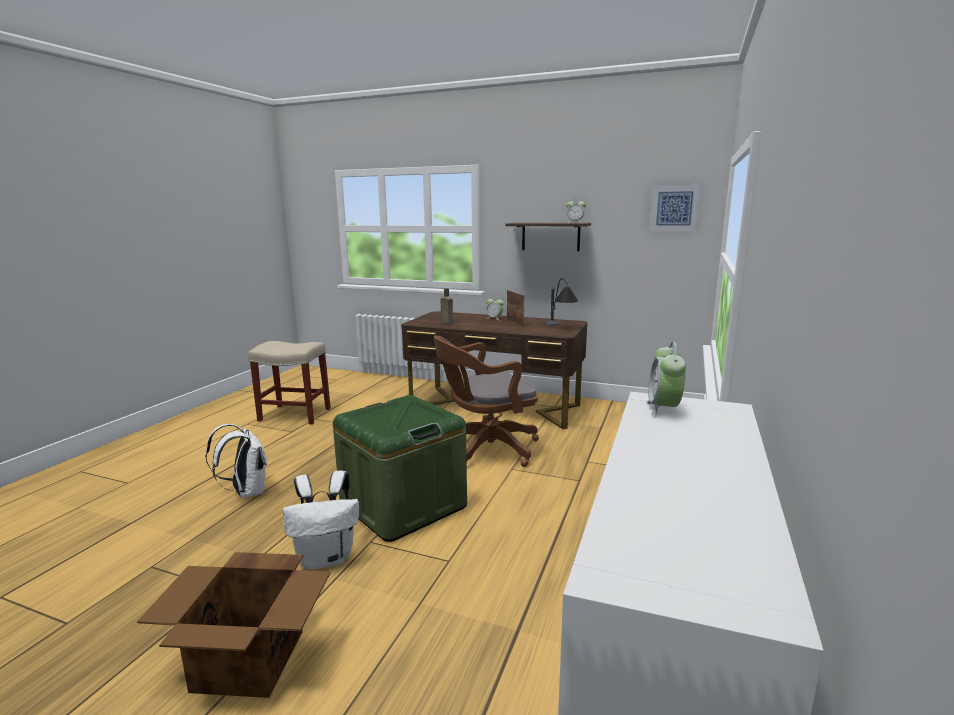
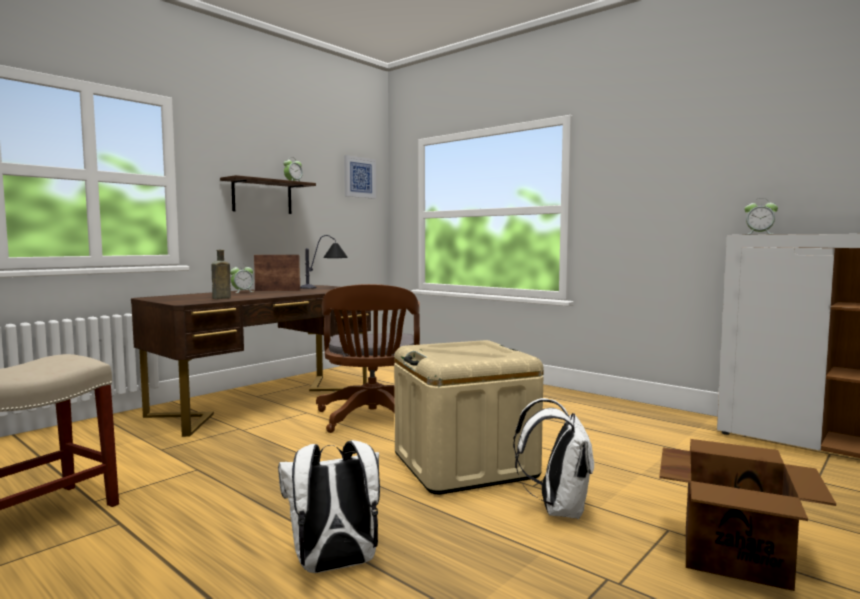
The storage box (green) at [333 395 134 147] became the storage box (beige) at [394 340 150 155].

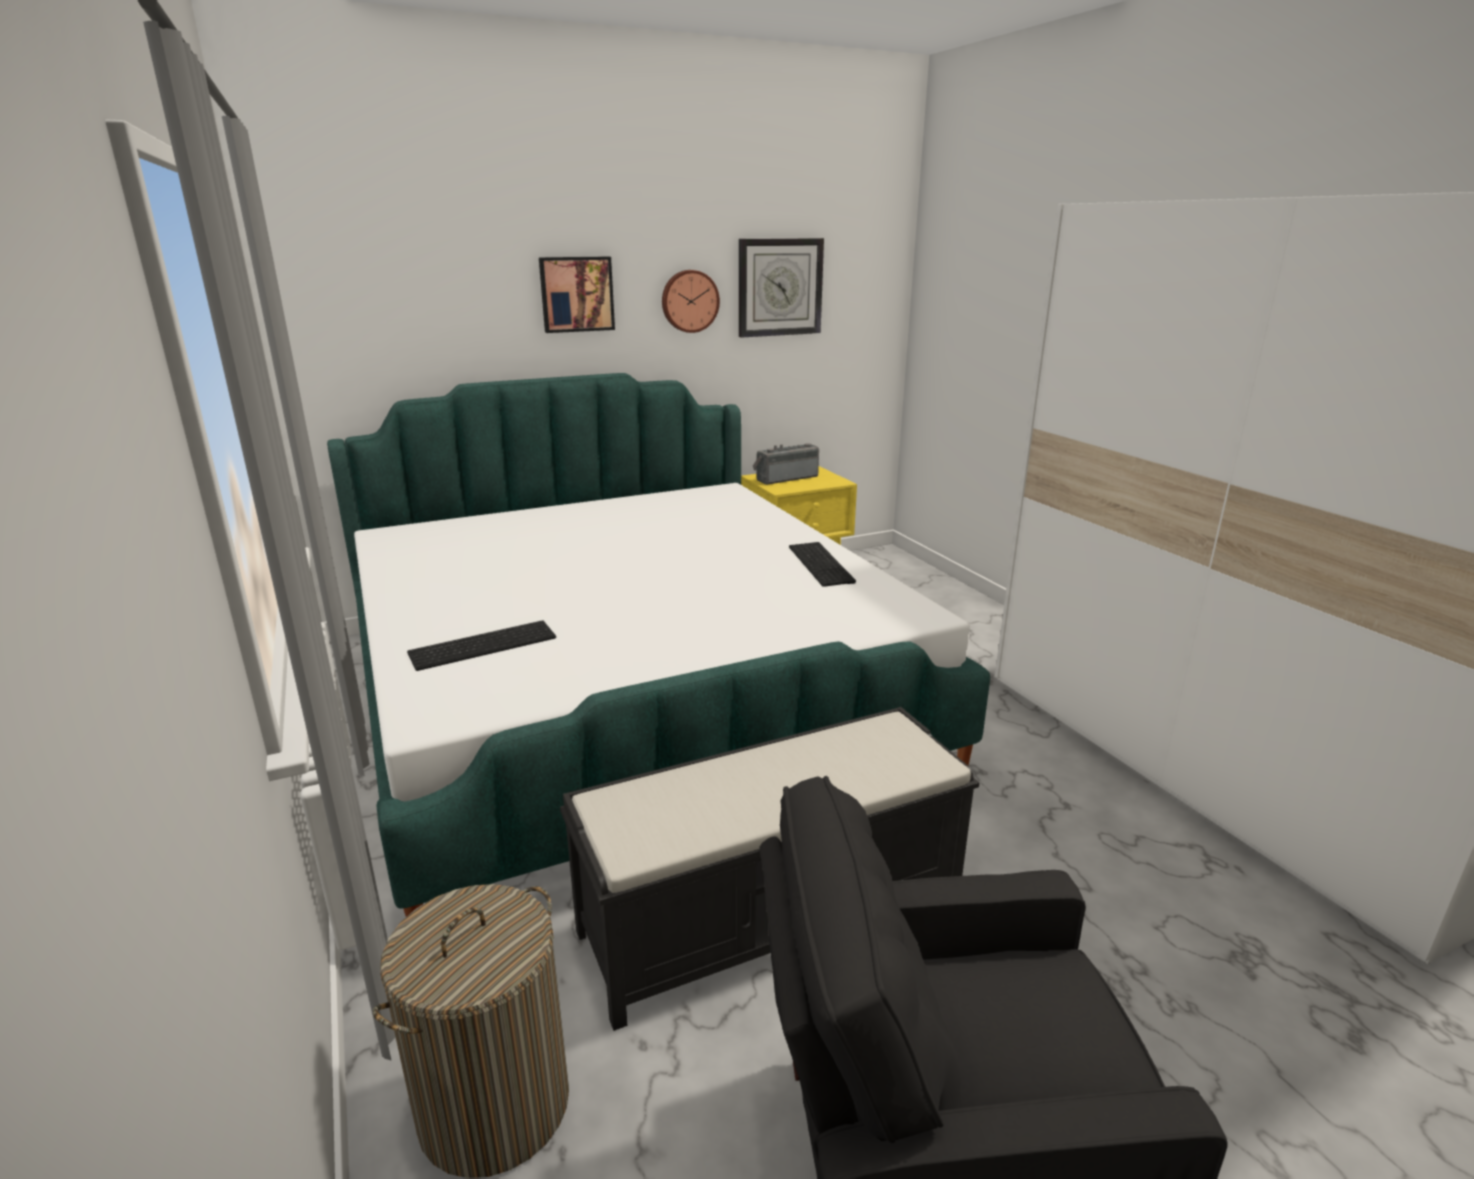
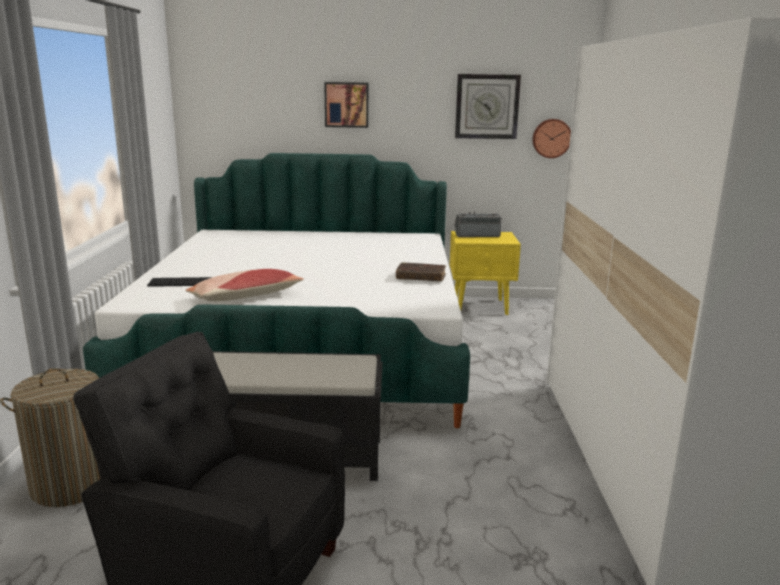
The pillow at [185 269 119 32] appeared.
The keyboard at [789 542 67 45] was replaced by the book (brown) at [396 262 50 19].
The wall clock moved from [662 270 58 63] to [532 119 39 39].

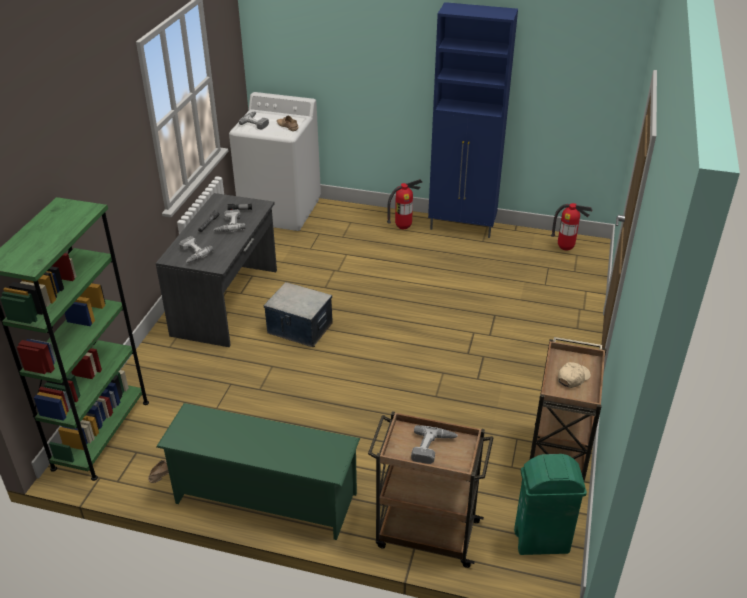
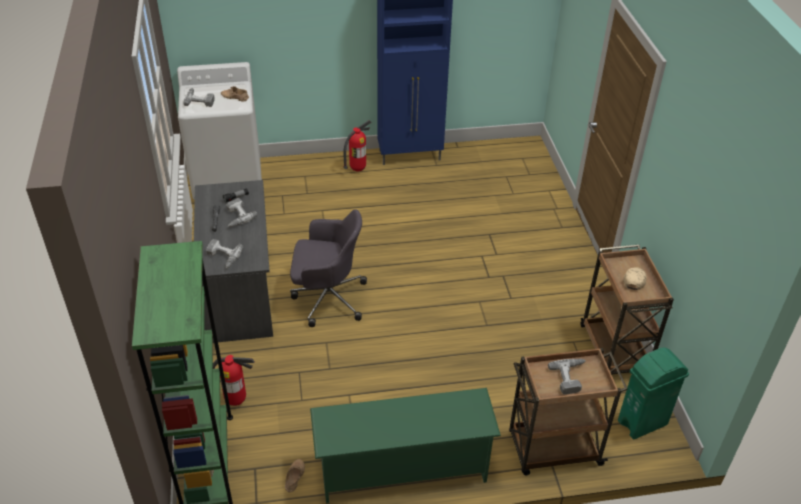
The fire extinguisher moved from [551 203 42 47] to [213 355 42 51].
The storage box at [264 282 69 65] was replaced by the office chair (grey) at [290 209 77 118].

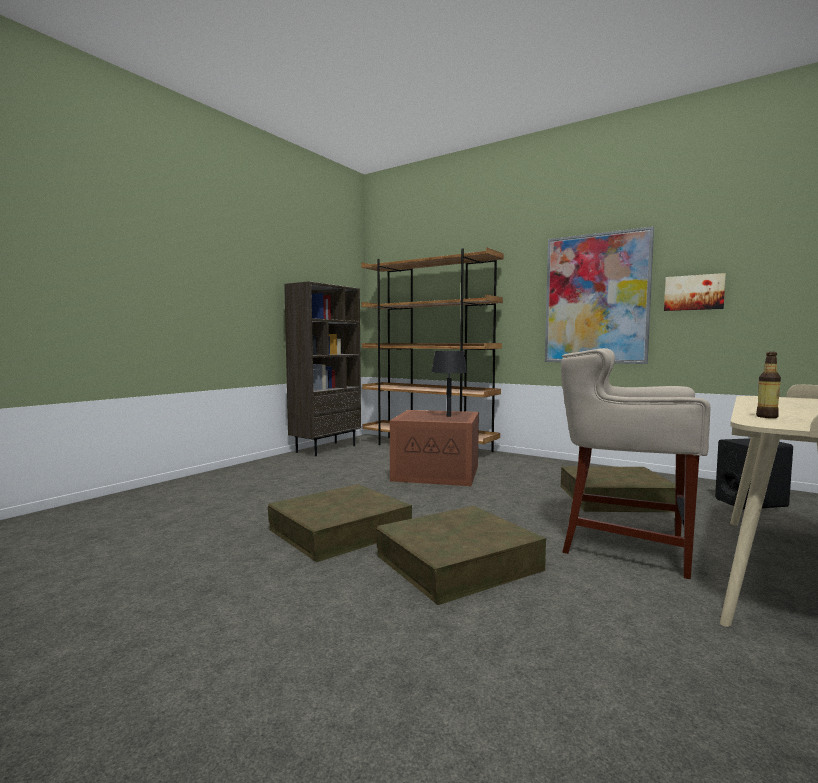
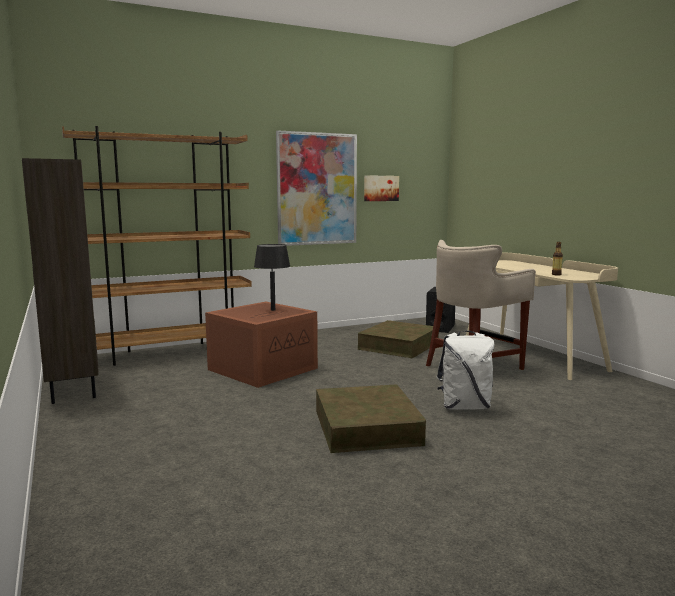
The storage box (brown) at [376 506 170 99] was replaced by the backpack (white) at [436 330 58 80].

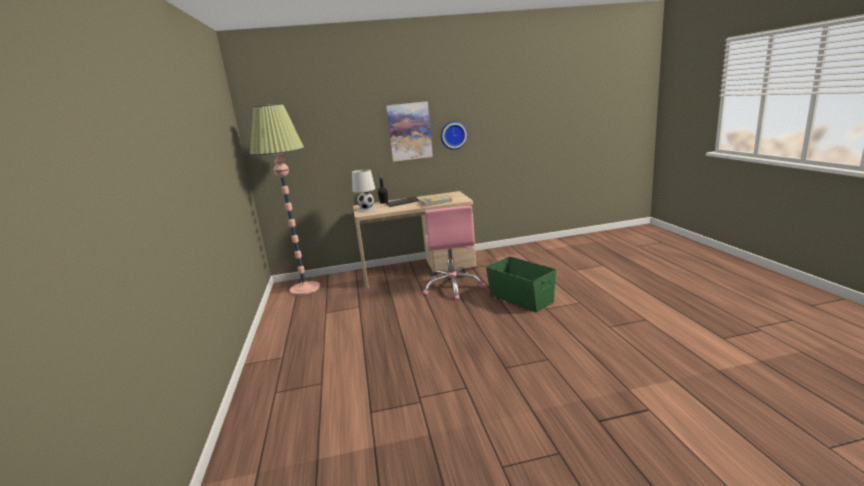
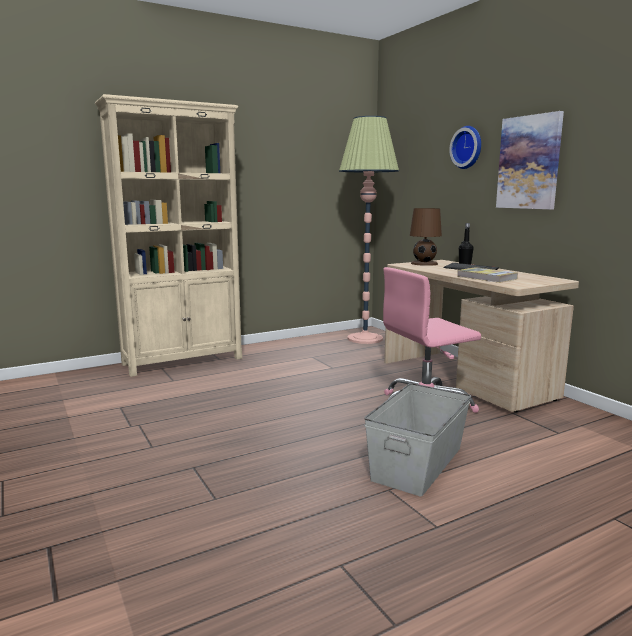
The bookcase (beige) at [95 94 147 283] appeared.
The storage box (green) at [486 256 70 56] became the storage box (grey) at [364 383 107 114].
The table lamp (white) at [352 169 24 43] became the table lamp (brown) at [410 208 32 58].
The wall clock moved from [441 121 26 29] to [449 126 32 43].

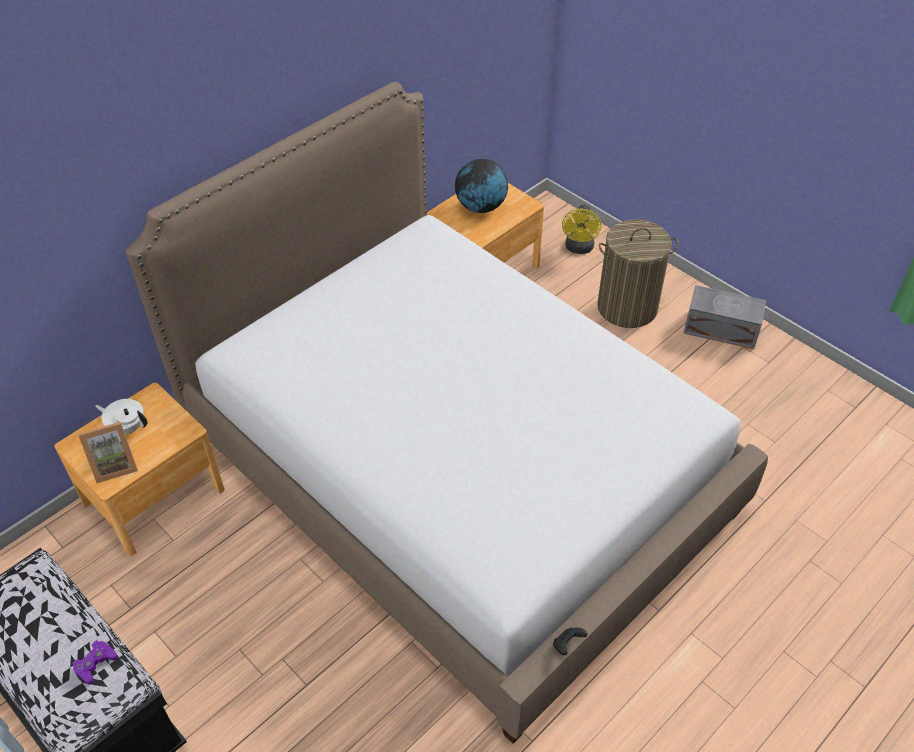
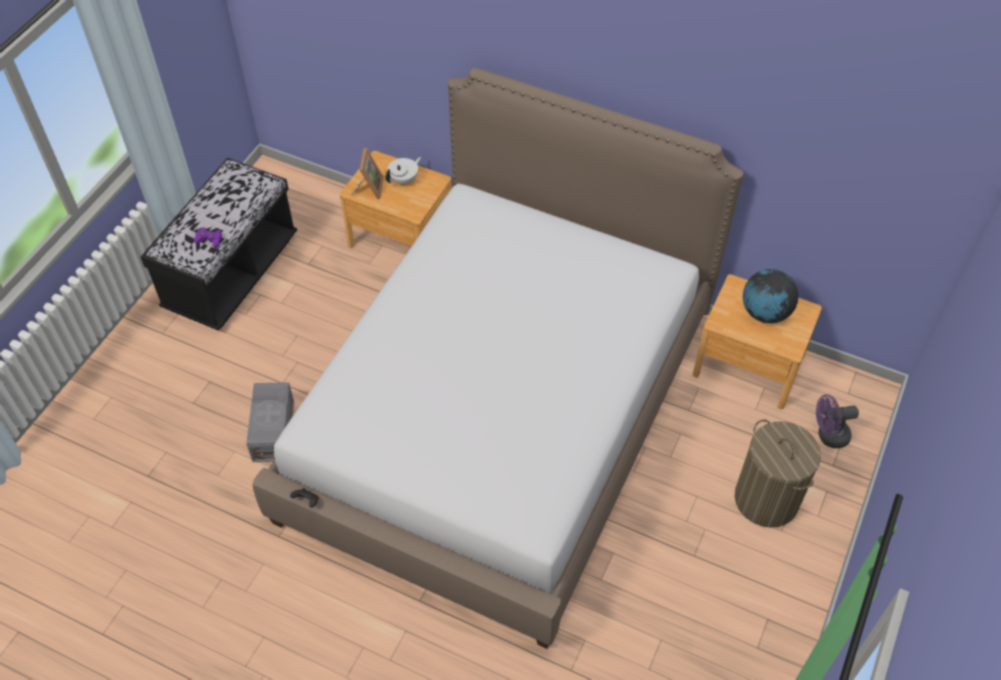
The storage box (grey) moved from [684 285 82 64] to [246 382 48 80].
The picture frame at [78 422 60 61] turned 135 degrees counterclockwise.
The teapot (white) at [95 399 53 35] turned 45 degrees clockwise.
The fan (yellow) at [562 205 39 49] became the fan (purple) at [816 395 43 53].

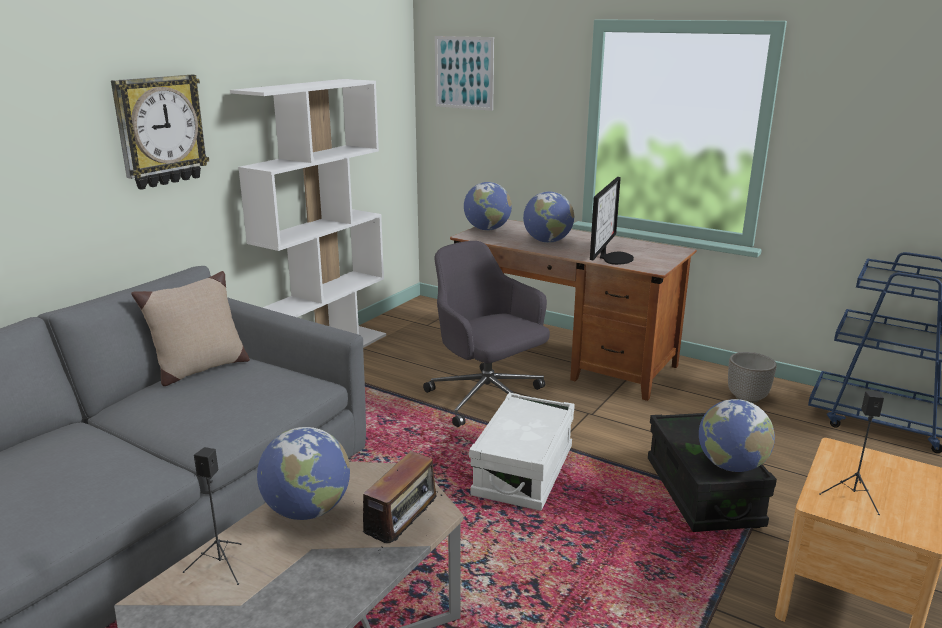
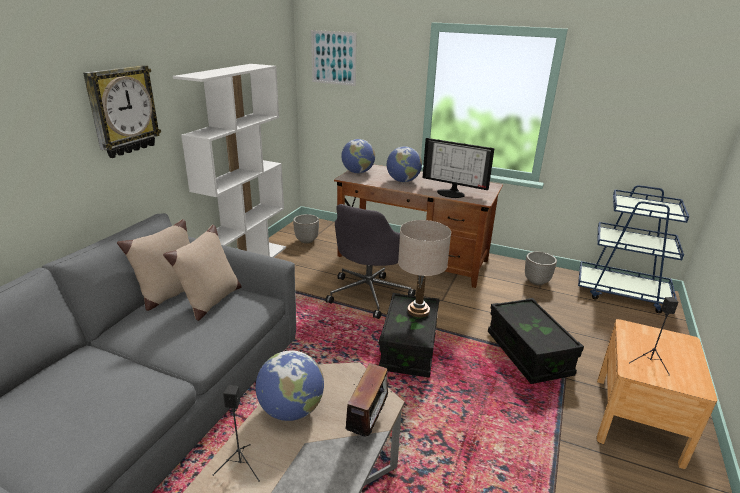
The pillow (beige) at [163 225 79 96] appeared.
The planter at [293 214 26 29] appeared.
The office chair (grey) at [423 241 127 186] turned 105 degrees counterclockwise.
The storage box (white) at [469 393 106 118] became the storage box (black) at [379 293 60 85].
The table lamp (beige) at [398 220 53 98] appeared.
The monitor at [590 177 44 88] turned 105 degrees clockwise.
The globe at [699 399 76 73] disappeared.

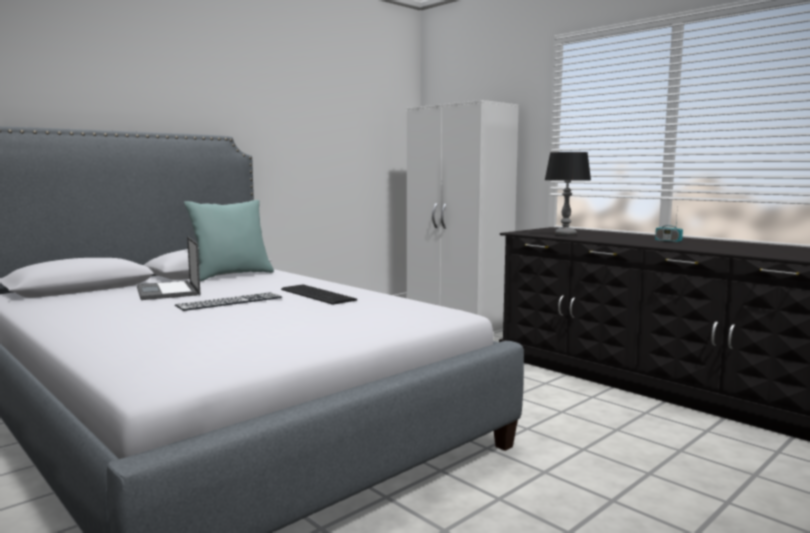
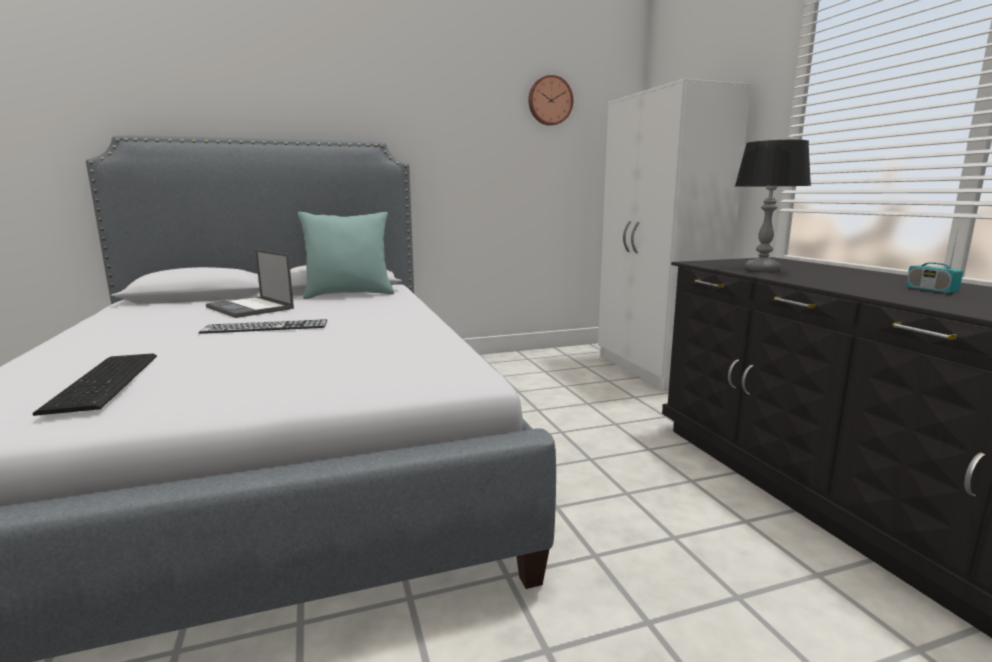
The keyboard moved from [281 284 76 21] to [32 353 125 63].
The laptop at [137 237 64 63] turned 45 degrees counterclockwise.
The wall clock at [528 75 45 51] appeared.

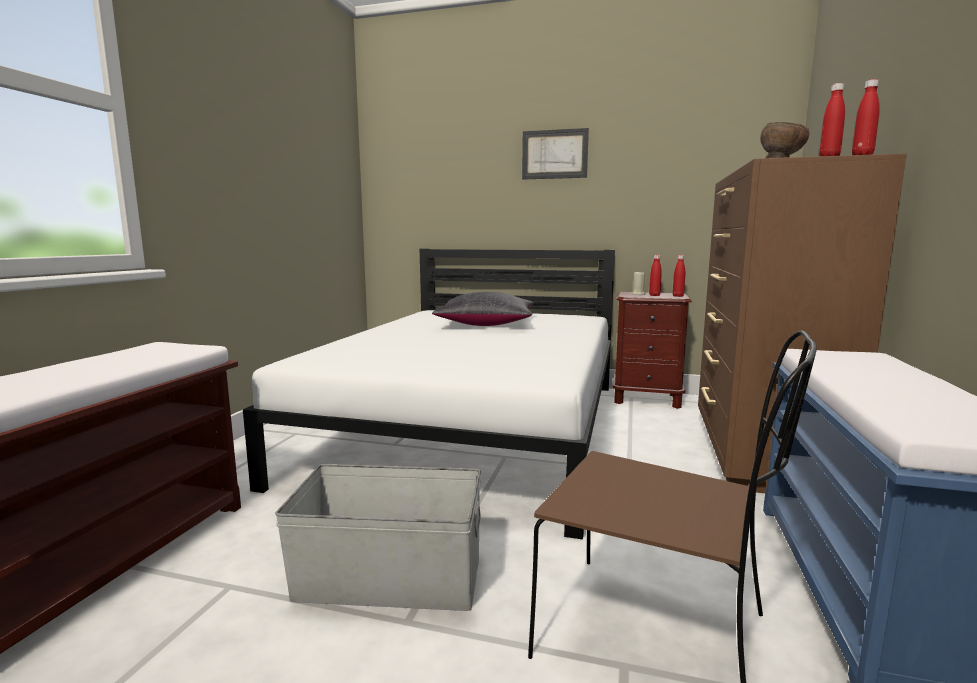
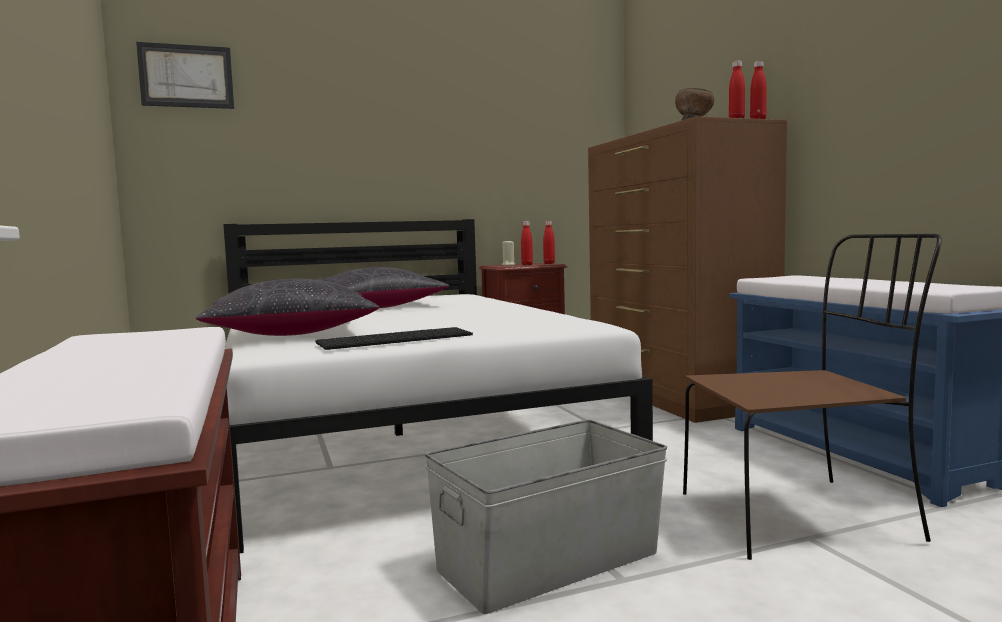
The picture moved from [522 128 67 51] to [136 42 98 67].
The pillow (black) at [196 278 183 58] appeared.
The keyboard at [316 327 157 23] appeared.

